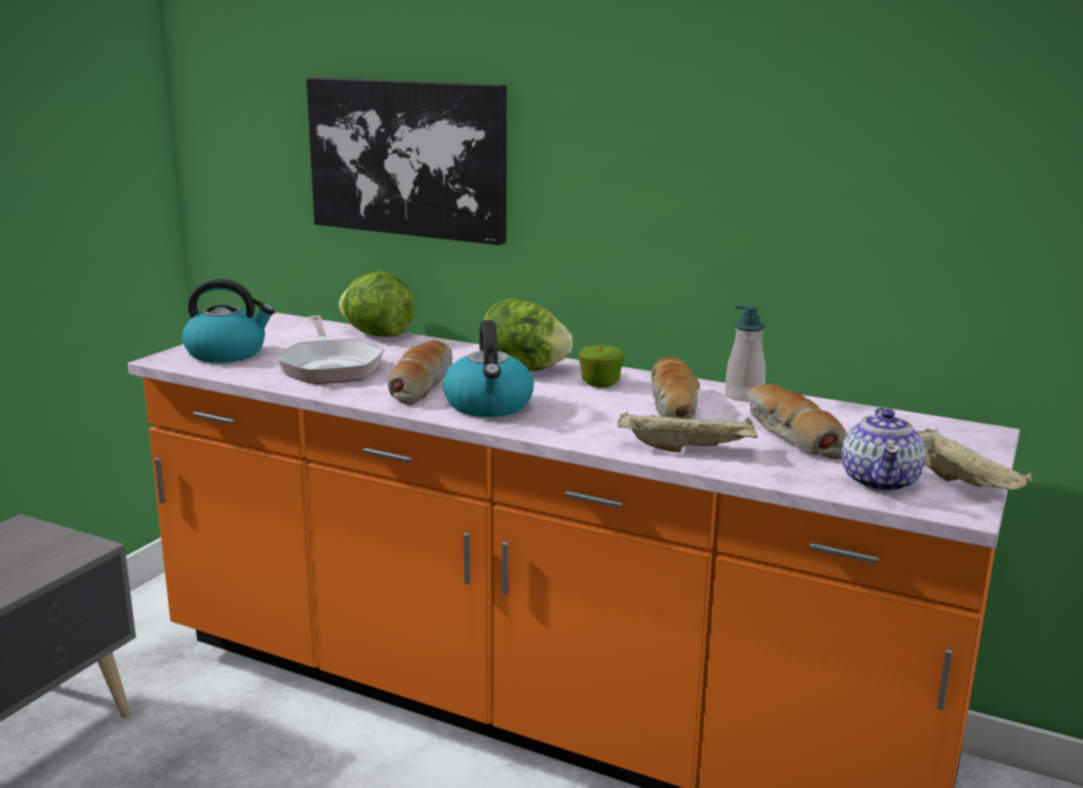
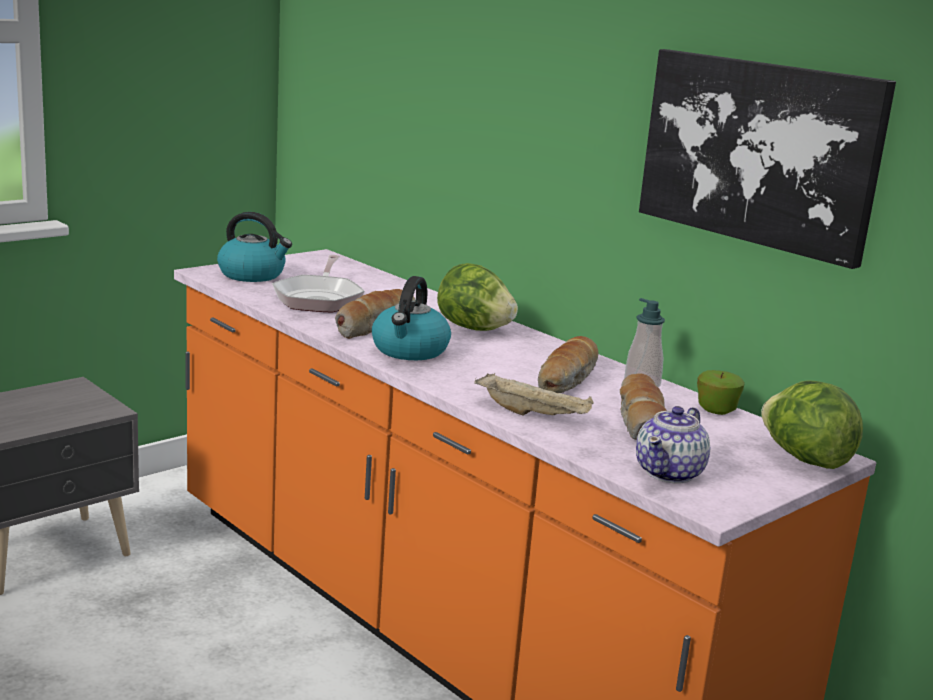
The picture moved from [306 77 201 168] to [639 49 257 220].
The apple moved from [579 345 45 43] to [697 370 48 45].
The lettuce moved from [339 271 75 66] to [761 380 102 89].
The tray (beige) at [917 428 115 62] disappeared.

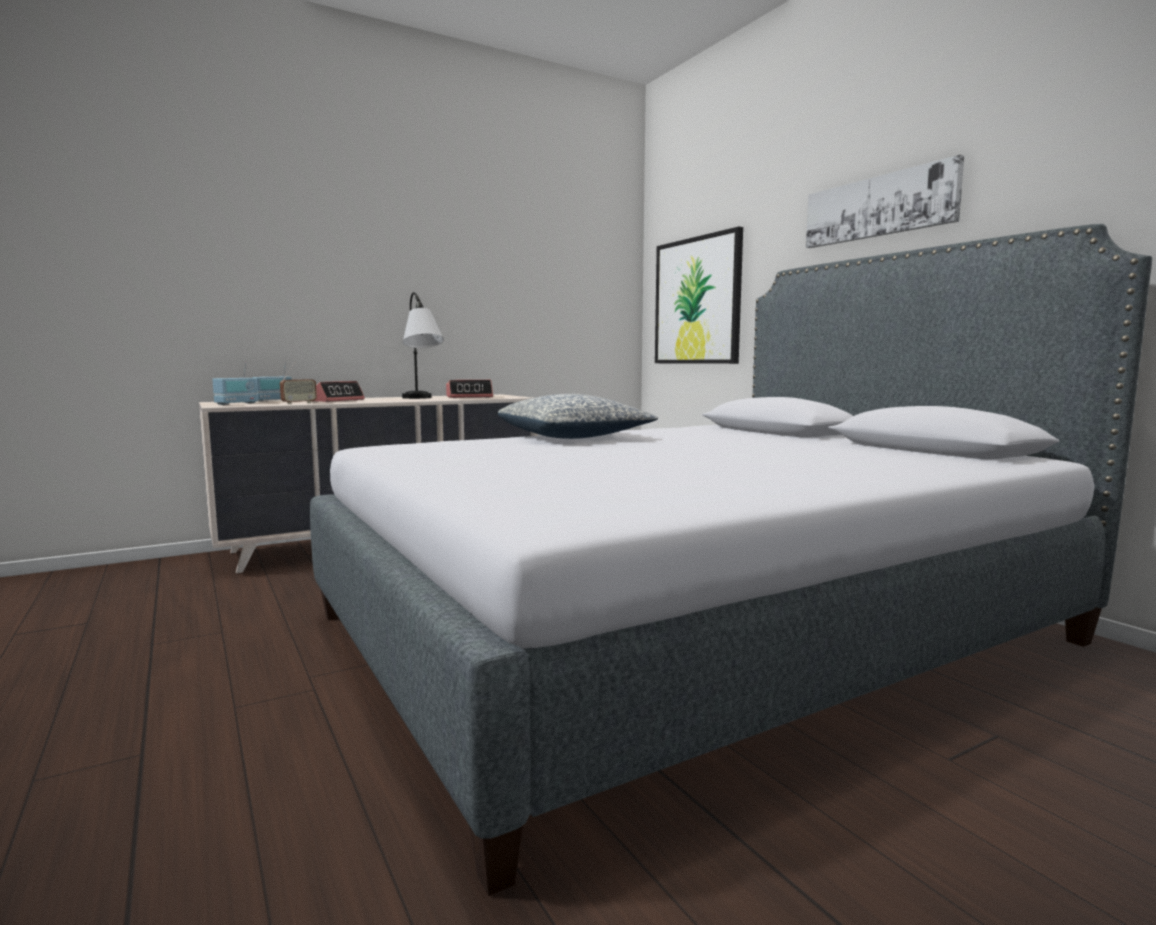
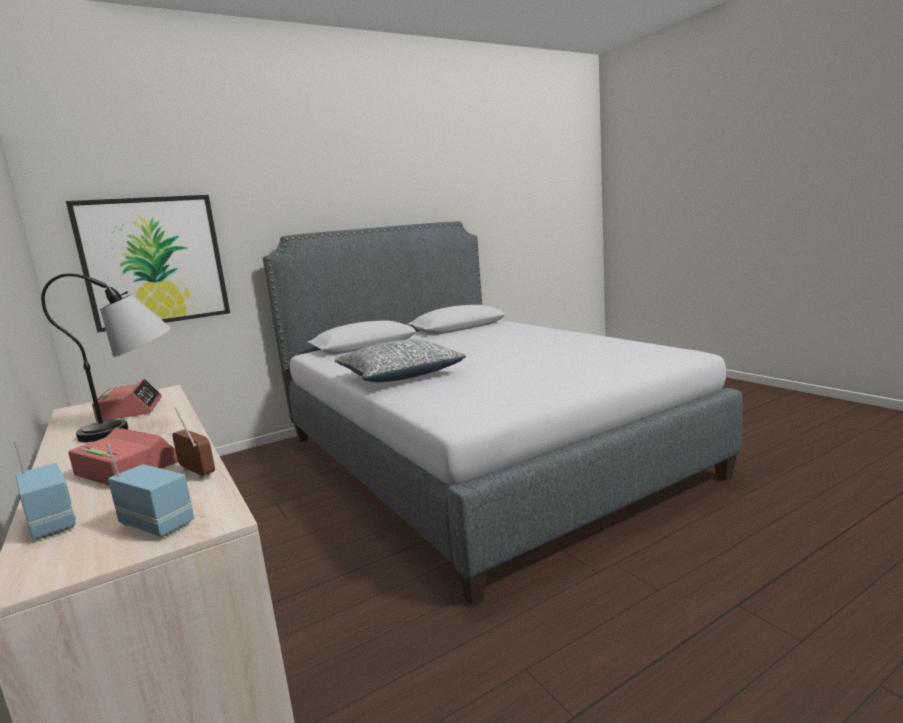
The picture at [806 155 158 93] disappeared.

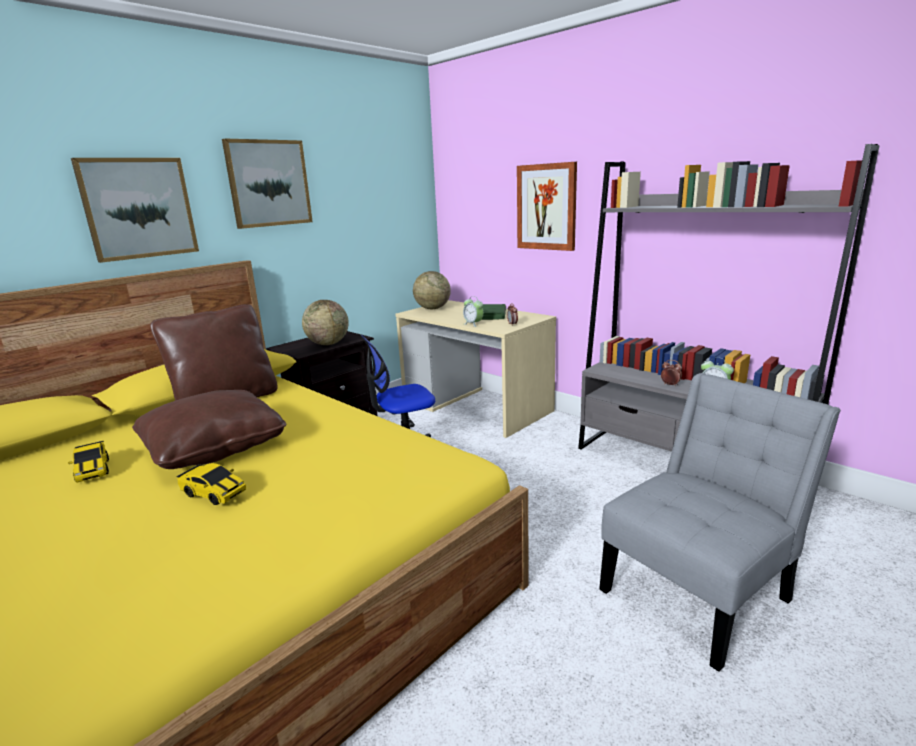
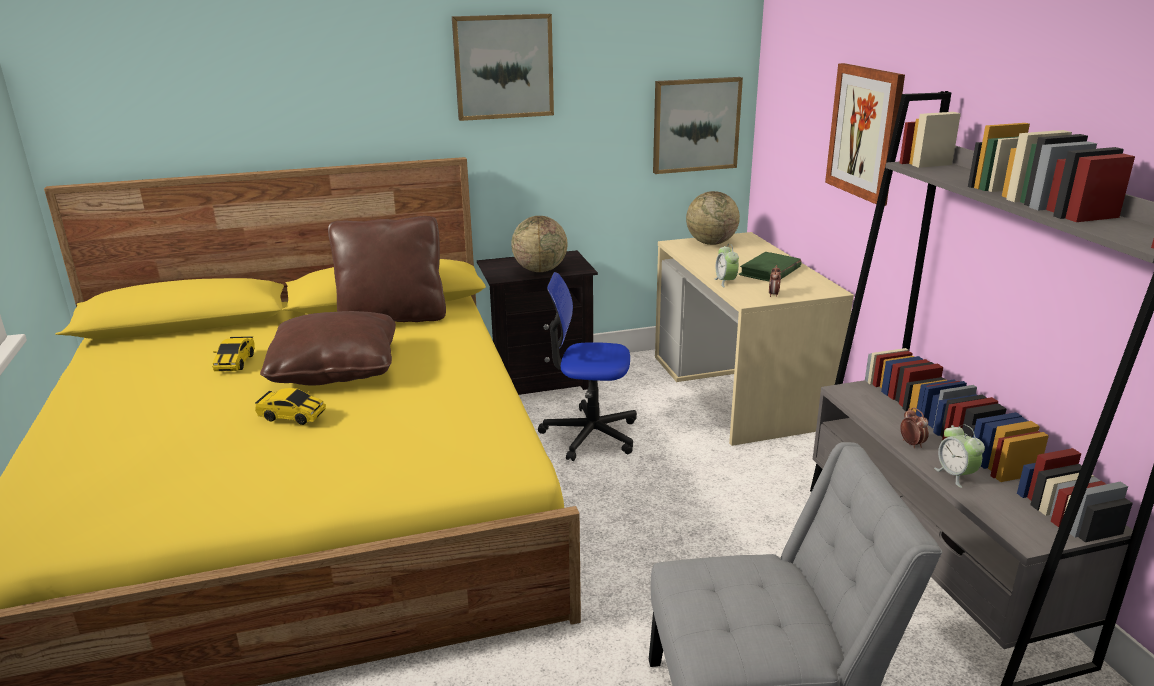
The toy car at [176 463 70 42] turned 45 degrees counterclockwise.
The picture moved from [71 158 128 105] to [653 77 90 97].

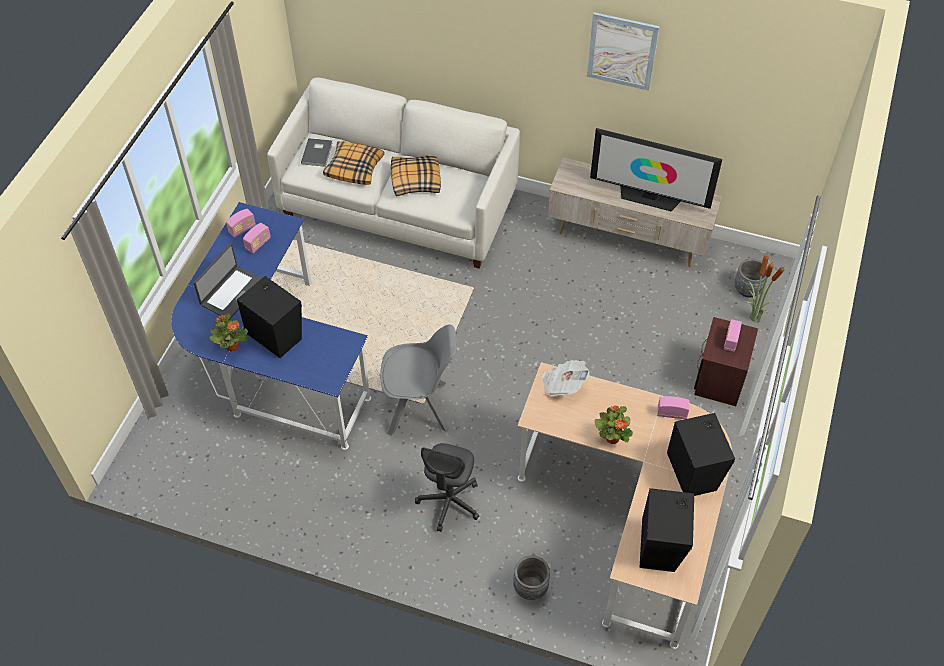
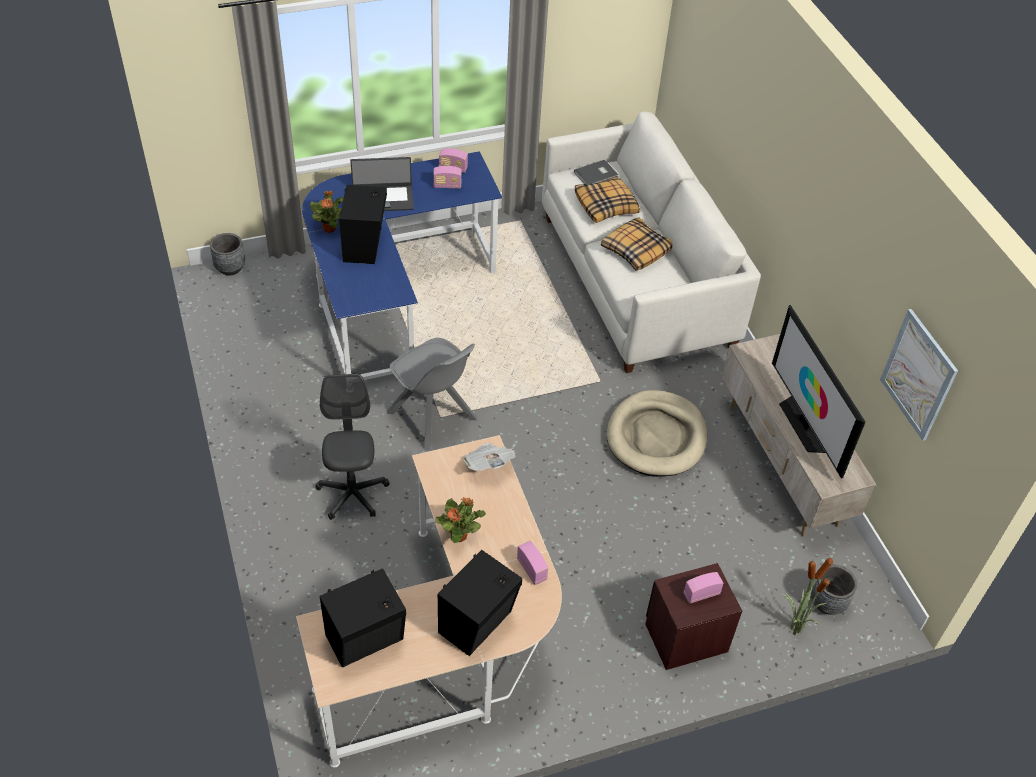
The planter (grey) moved from [513 555 37 45] to [210 233 35 42].
The office chair (grey) at [415 443 64 89] turned 105 degrees clockwise.
The dog bed (beige) at [607 390 100 87] appeared.
The picture moved from [587 12 73 79] to [880 309 78 132].

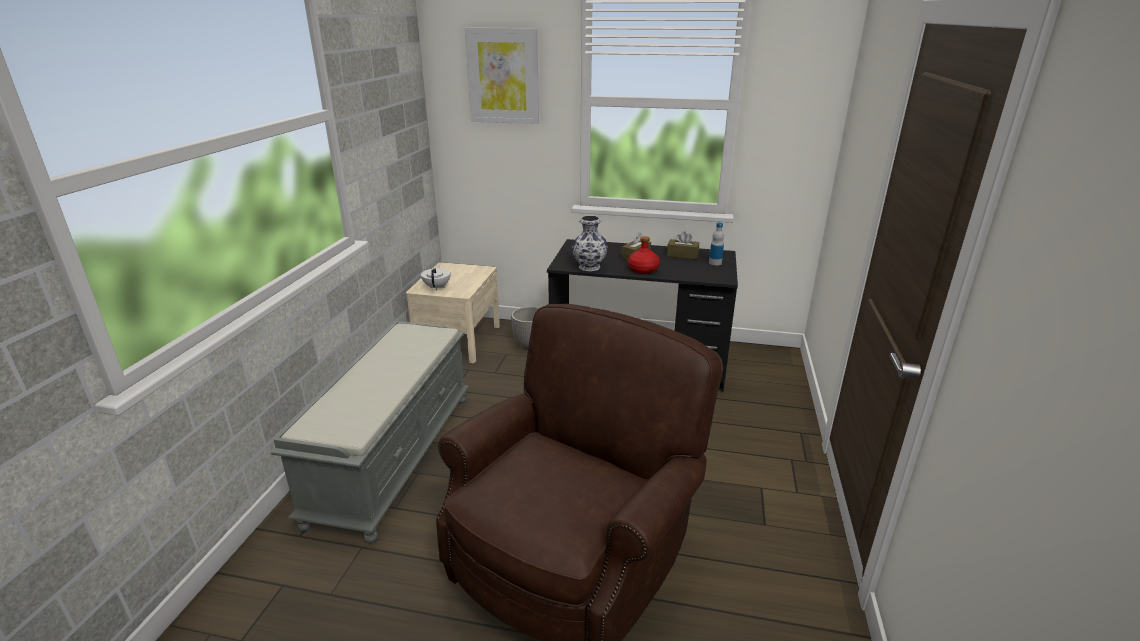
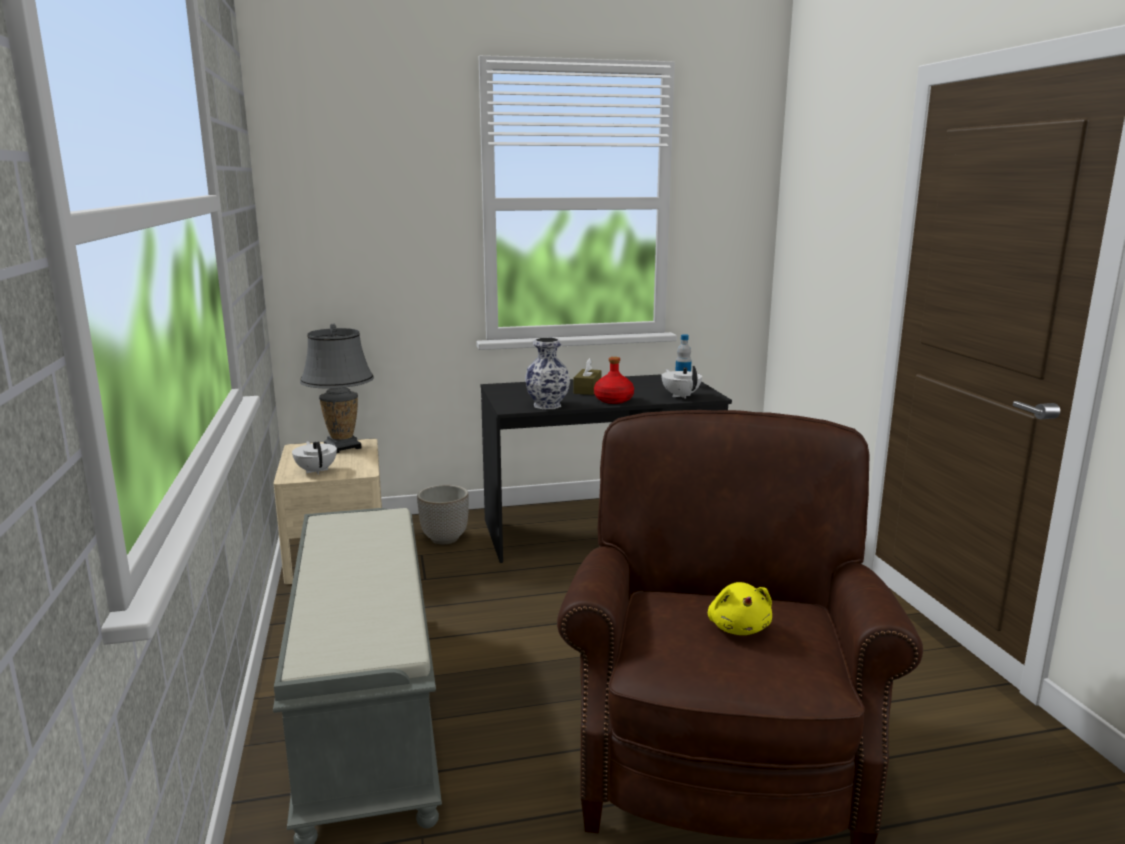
The table lamp (grey) at [300 324 74 129] appeared.
The teapot (white) at [661 366 41 33] appeared.
The plush toy (yellow) at [708 582 64 53] appeared.
The picture at [465 28 74 96] disappeared.
The tissue box (brown) at [667 231 32 28] disappeared.

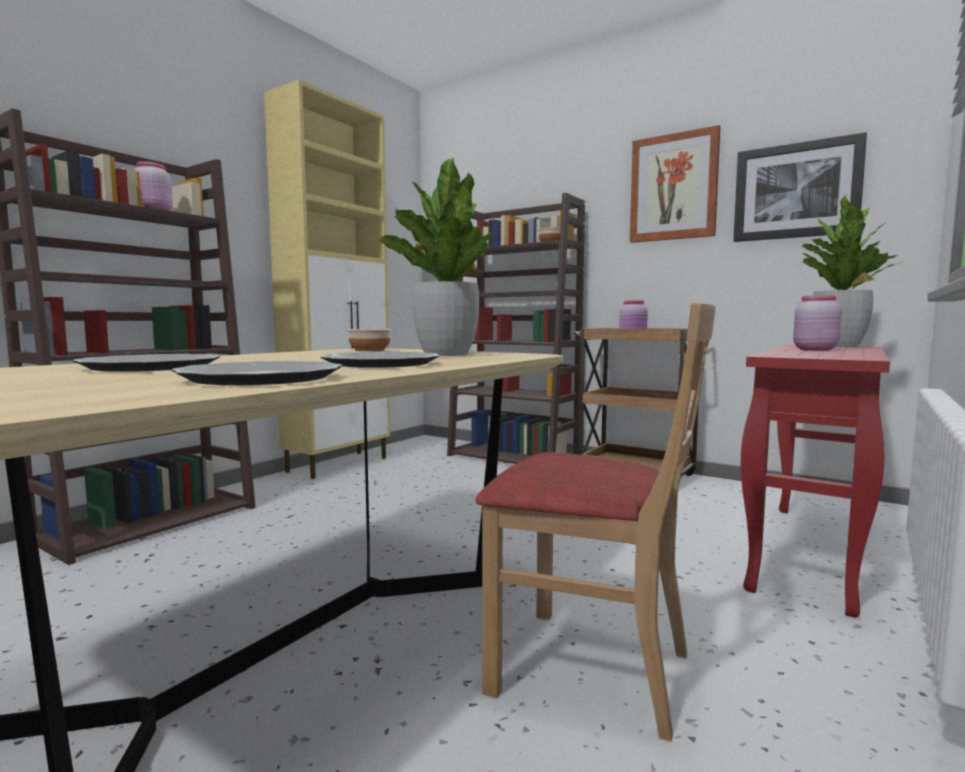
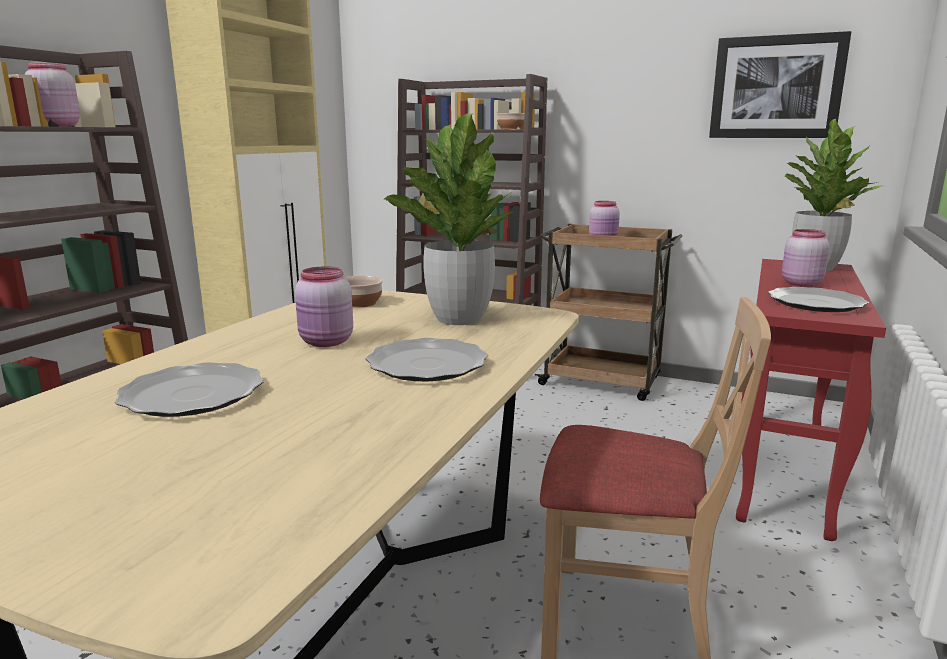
The jar (pink) at [295 266 58 81] appeared.
The plate moved from [171 361 172 24] to [768 287 101 25].
The picture at [630 125 90 118] disappeared.

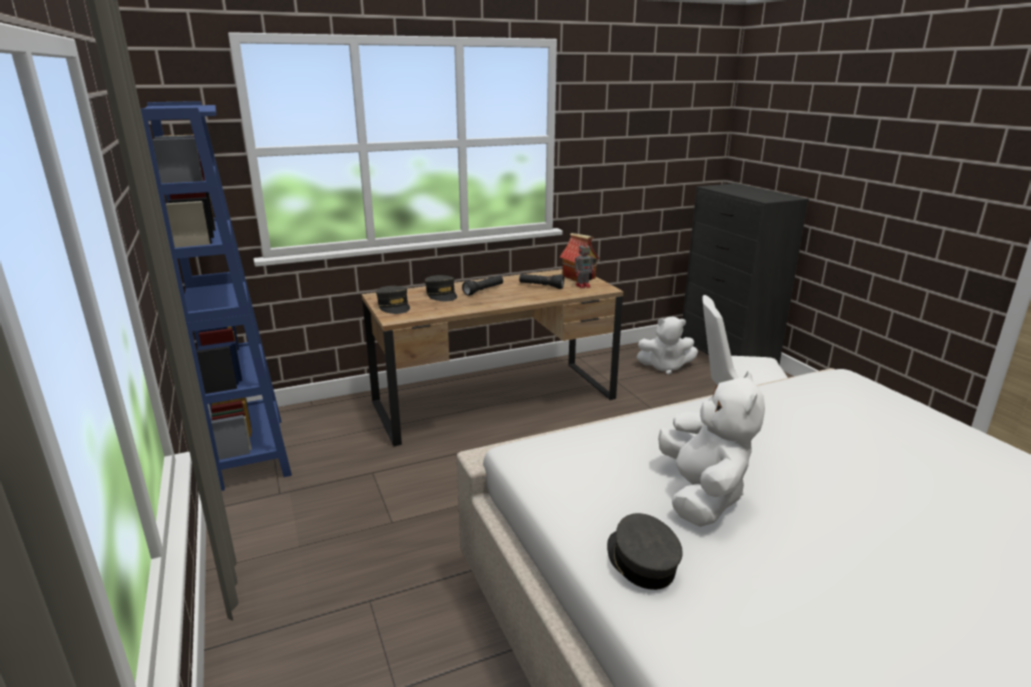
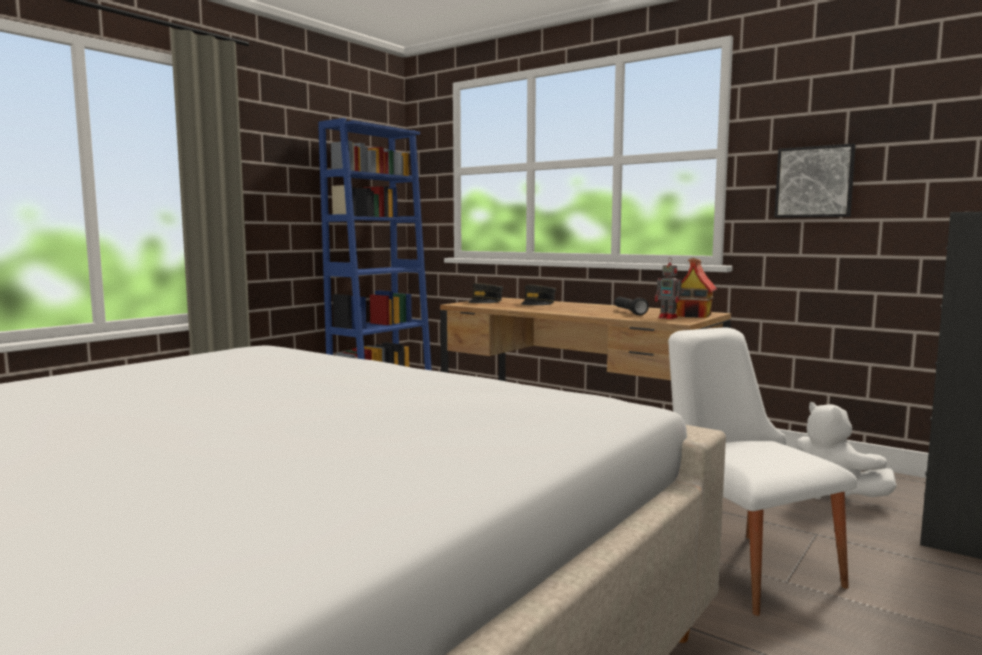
The picture at [775 143 81 75] appeared.
The flashlight (black) at [462 276 41 20] disappeared.
The cap (grey) at [607 513 76 77] disappeared.
The plush toy (white) at [658 371 107 156] disappeared.

